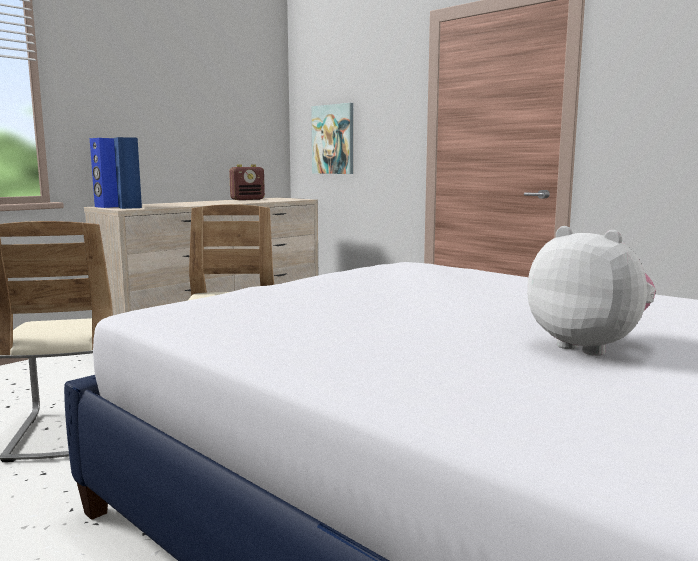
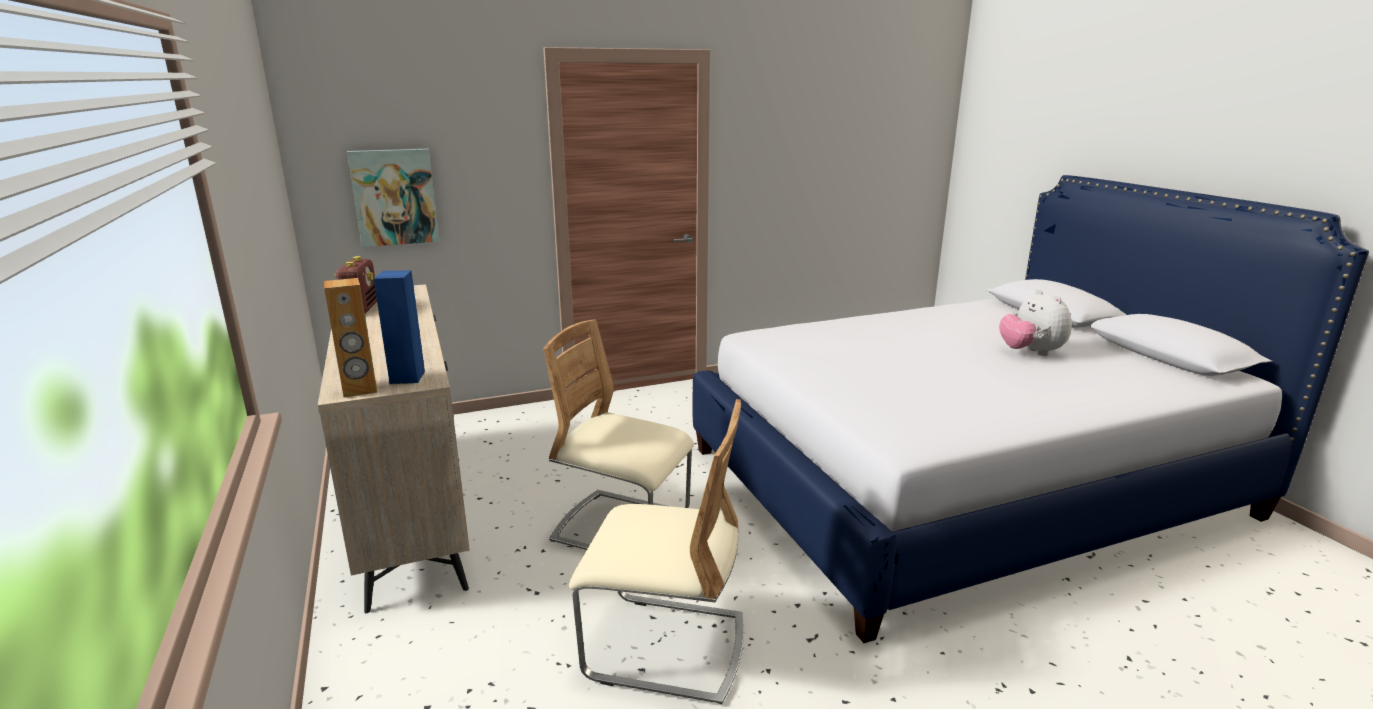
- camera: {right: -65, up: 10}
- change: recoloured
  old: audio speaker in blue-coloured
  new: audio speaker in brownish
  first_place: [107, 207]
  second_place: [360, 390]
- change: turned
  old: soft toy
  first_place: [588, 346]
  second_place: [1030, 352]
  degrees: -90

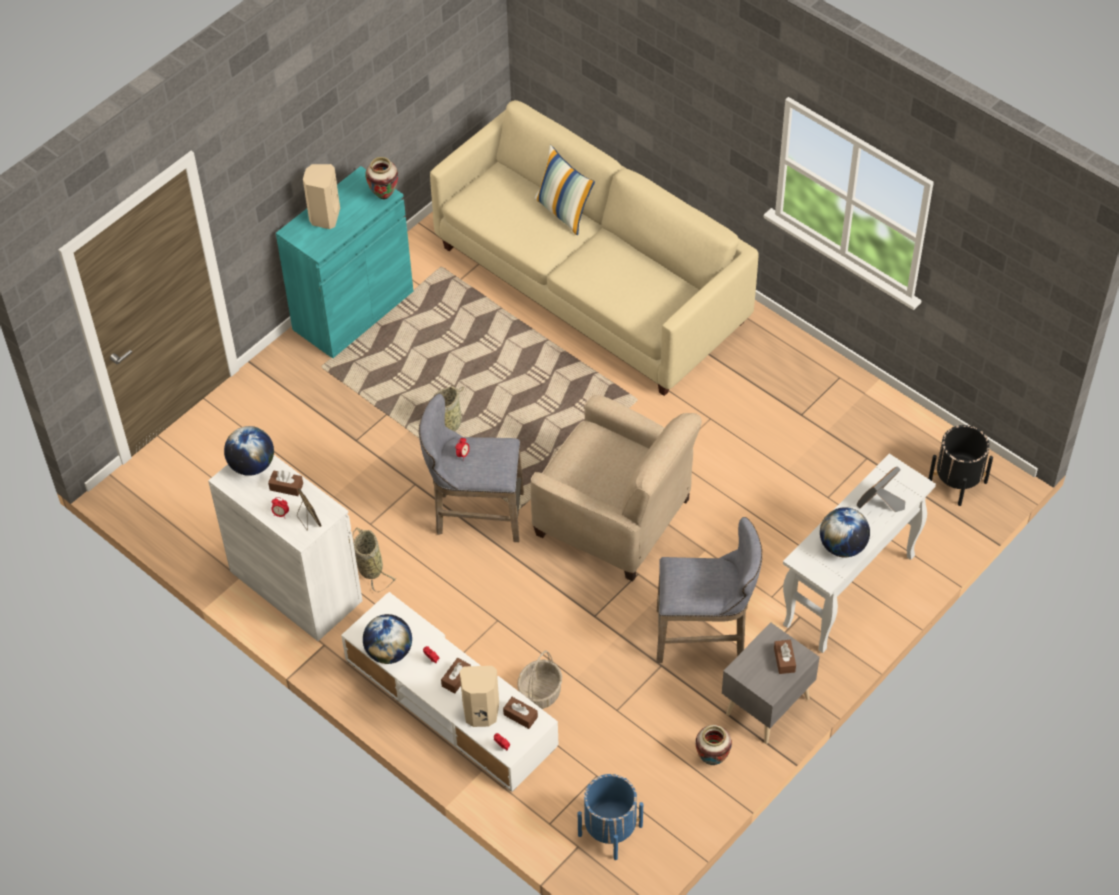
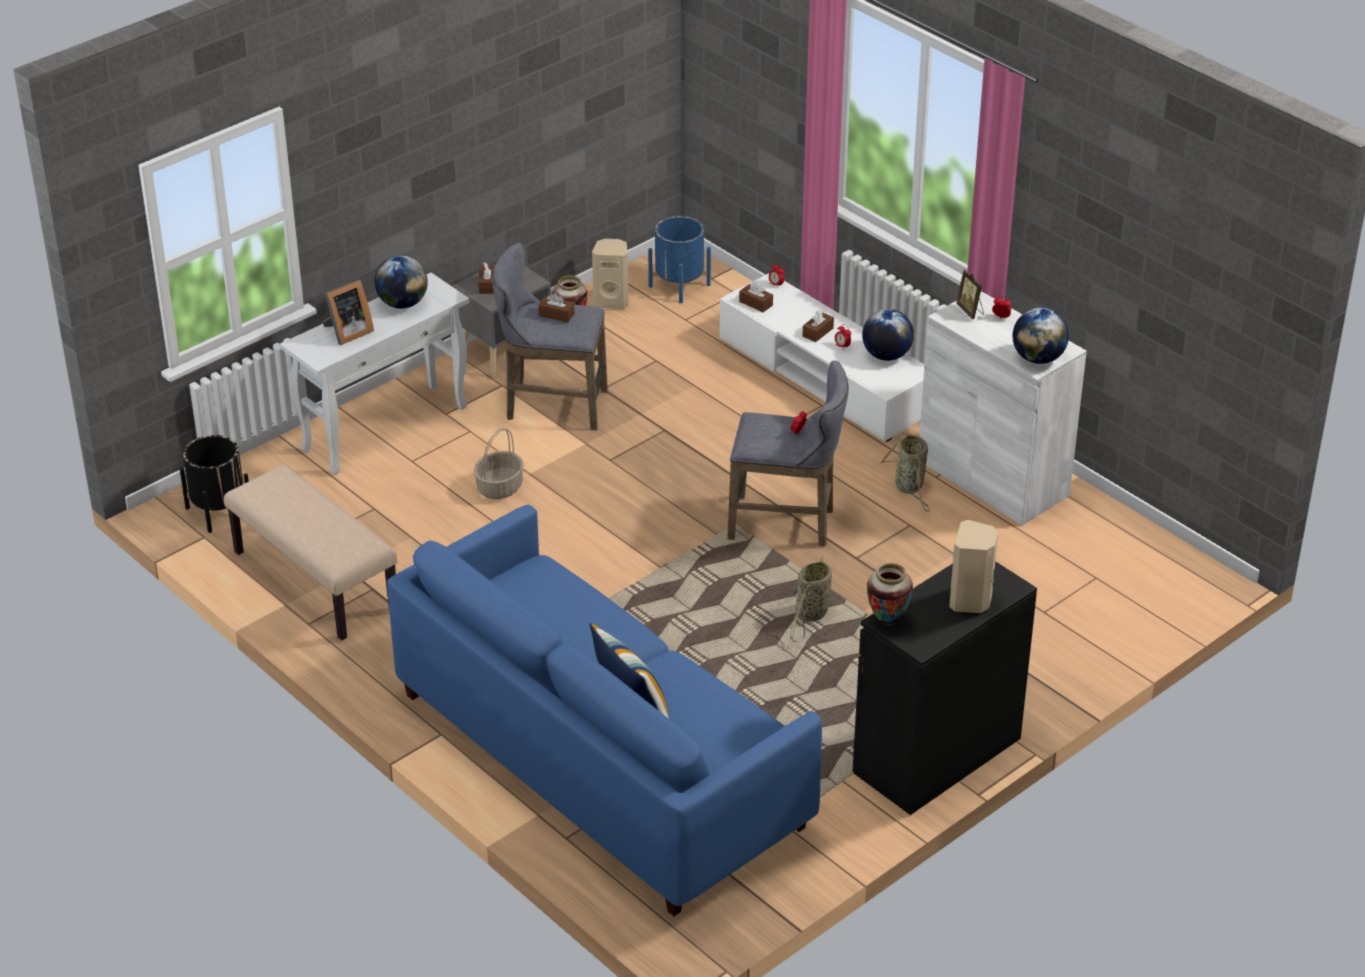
- camera: {right: -175, up: -15}
- change: moved
  old: tissue box in brownish
  first_place: [286, 487]
  second_place: [556, 315]
- change: recoloured
  old: cabinet in turquoise-coloured
  new: cabinet in black-coloured
  first_place: [353, 310]
  second_place: [937, 755]
- change: recoloured
  old: couch in beige-coloured
  new: couch in blue-coloured
  first_place: [591, 285]
  second_place: [601, 759]
- change: moved
  old: audio speaker in beige-coloured
  first_place: [481, 714]
  second_place: [612, 301]
- change: moved
  old: household basket
  first_place: [540, 693]
  second_place: [499, 487]
- change: removed
  old: lounge chair in beige-coloured
  first_place: [615, 518]
- change: added
  new: bench in beige-coloured
  second_place: [314, 581]

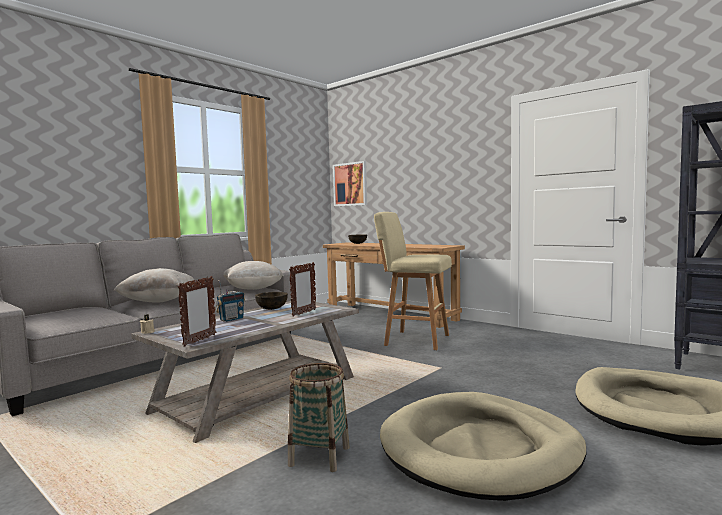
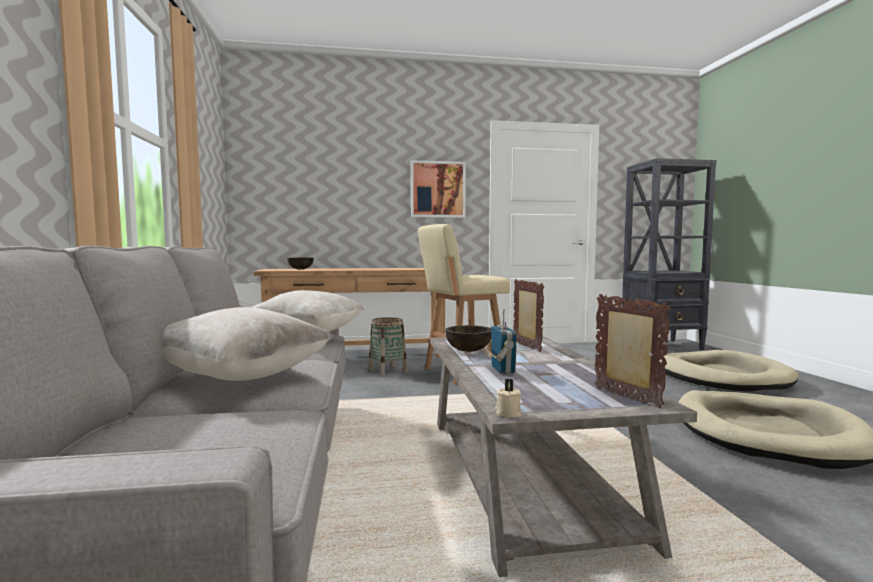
- camera: {right: -50, up: 0}
- change: moved
  old: household basket
  first_place: [319, 456]
  second_place: [387, 370]
- change: moved
  old: wall art
  first_place: [350, 184]
  second_place: [438, 189]

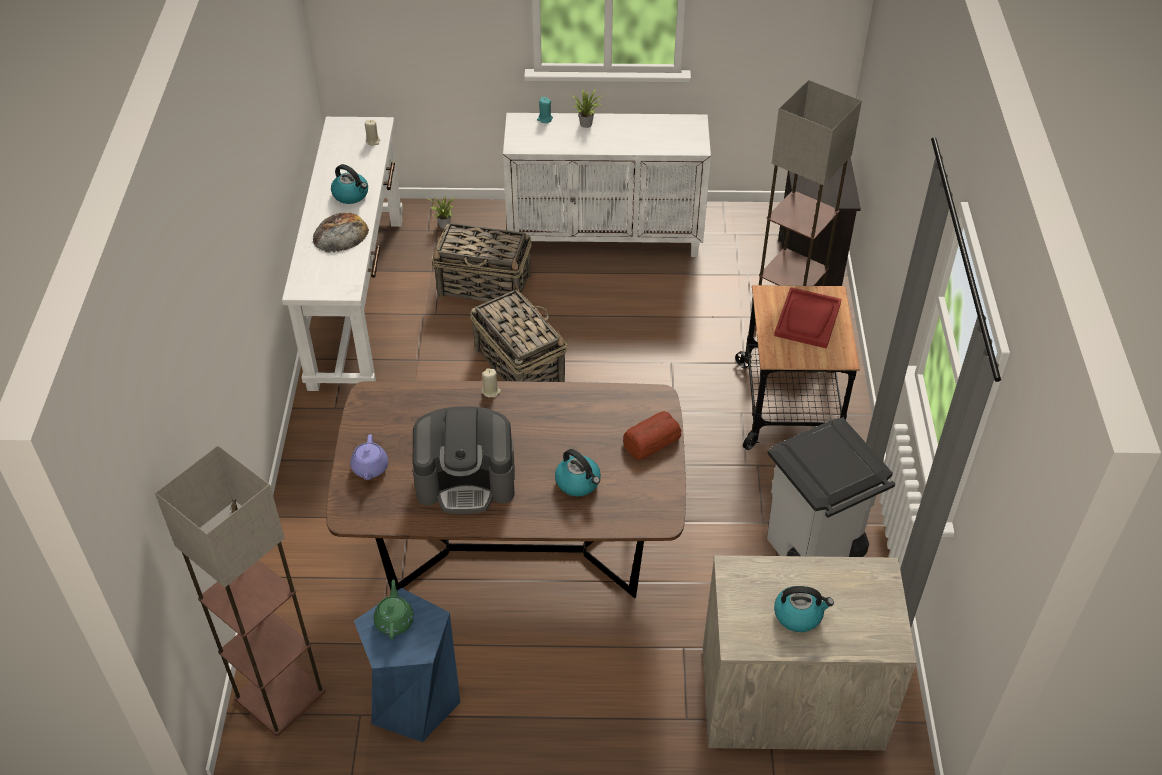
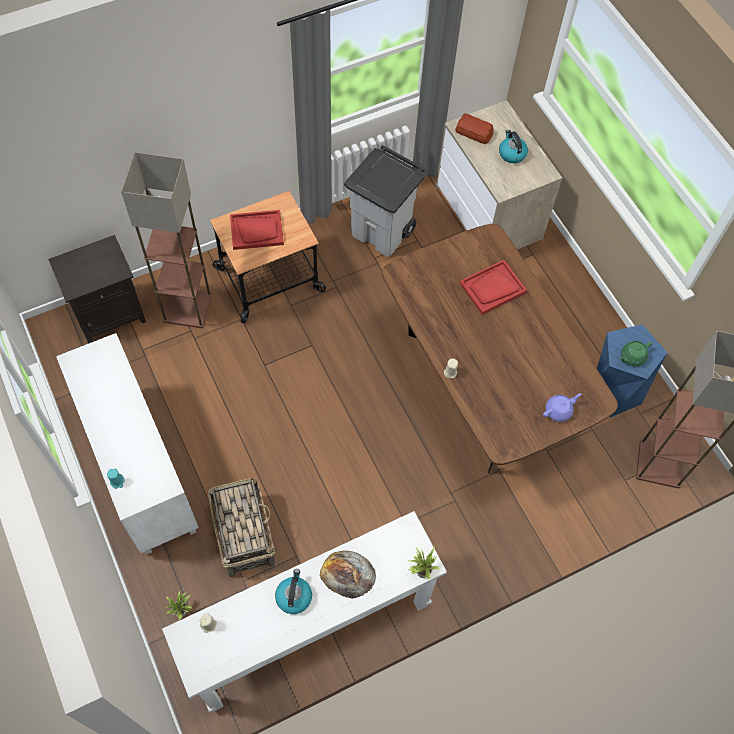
- camera: {right: -120, up: 15}
- change: removed
  old: coffee brewer
  first_place: [466, 480]
- change: removed
  old: household basket
  first_place: [519, 364]
- change: replaced
  old: tea kettle
  new: tray in red
  first_place: [578, 482]
  second_place: [492, 288]
- change: moved
  old: houseplant
  first_place: [587, 123]
  second_place: [421, 571]
- change: moved
  old: bread
  first_place: [651, 440]
  second_place: [474, 133]

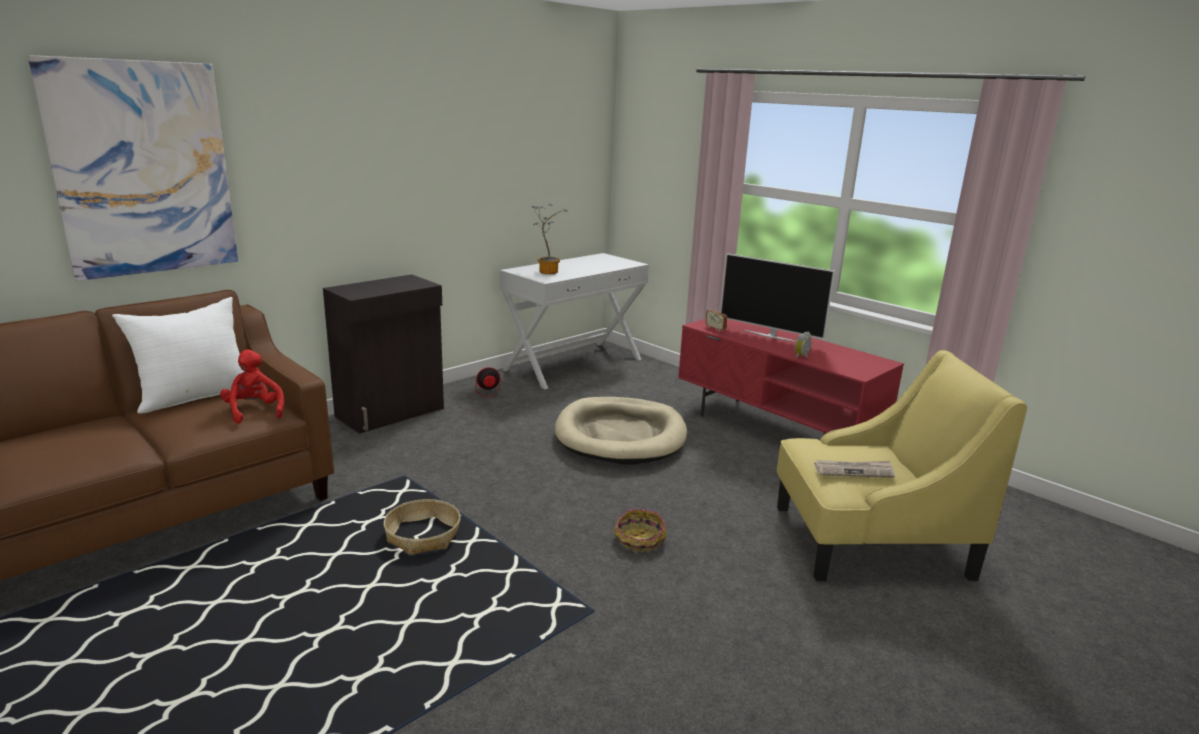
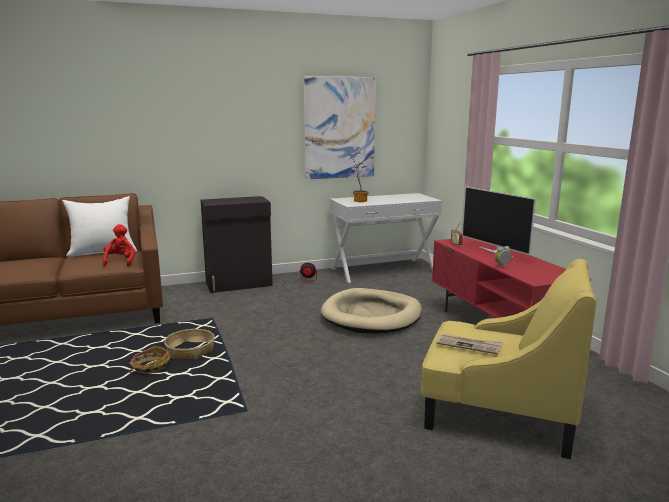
- camera: {right: 25, up: -5}
- change: moved
  old: wall art
  first_place: [143, 169]
  second_place: [340, 128]
- change: moved
  old: household basket
  first_place: [639, 540]
  second_place: [150, 367]

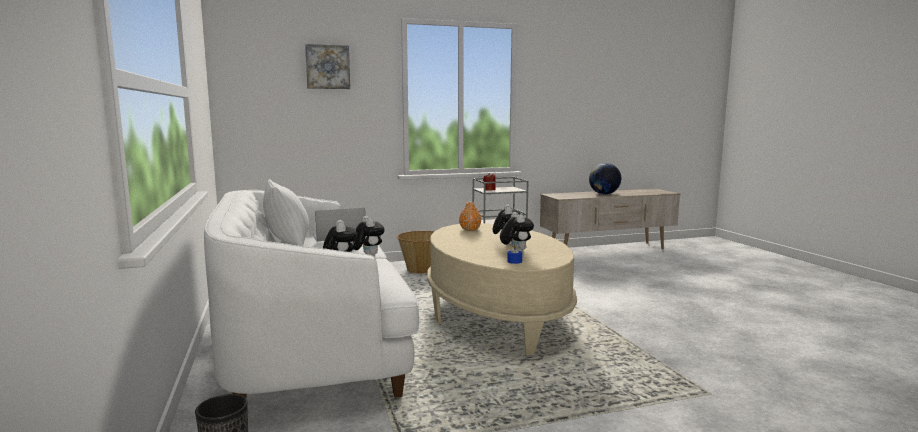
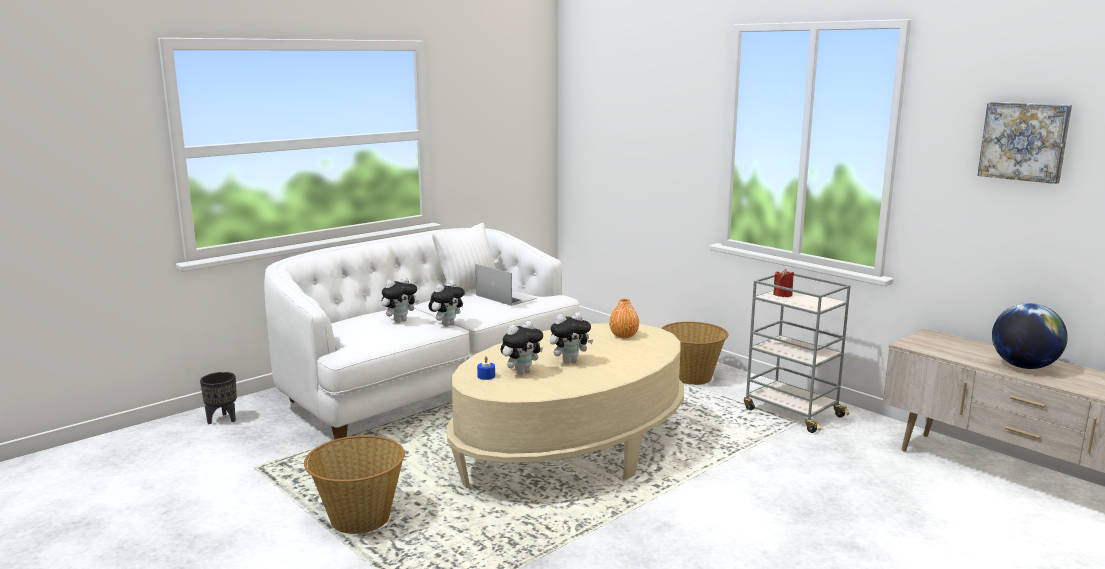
- camera: {right: 65, up: 5}
- change: moved
  old: wall art
  first_place: [327, 67]
  second_place: [1024, 141]
- change: added
  new: household basket
  second_place: [359, 518]

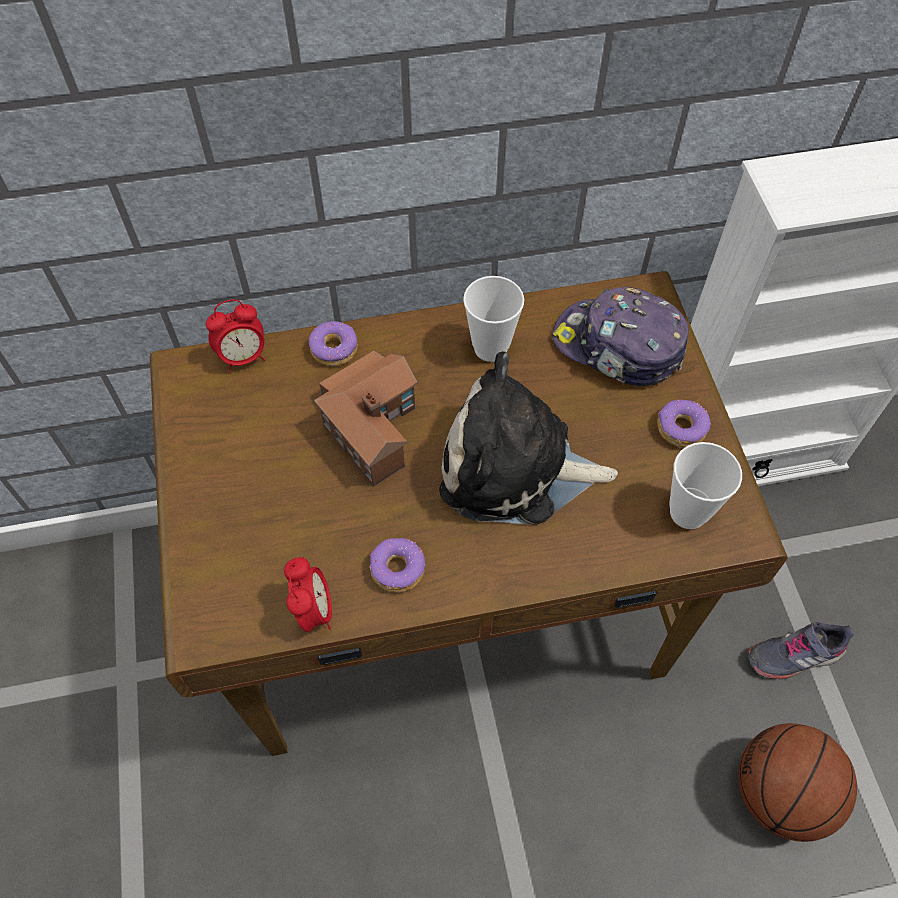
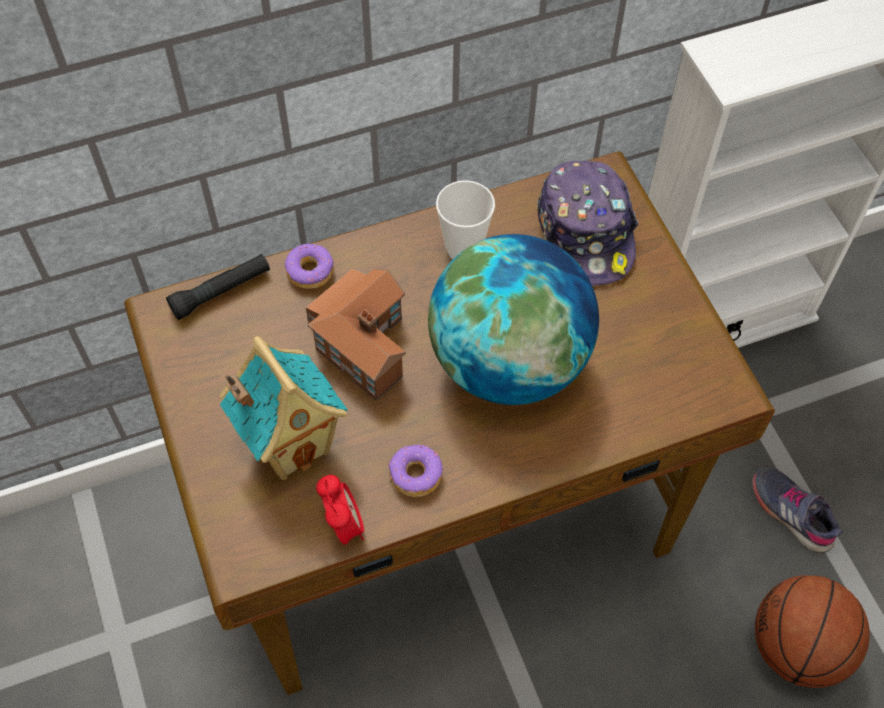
- camera: {right: -10, up: 0}
- change: replaced
  old: bedside clock
  new: torch in black-coloured
  first_place: [243, 357]
  second_place: [221, 292]
- change: replaced
  old: soft toy
  new: globe
  first_place: [515, 468]
  second_place: [509, 363]
- change: turned
  old: cap
  first_place: [618, 347]
  second_place: [586, 233]
  degrees: -120
- change: removed
  old: doughnut
  first_place: [680, 428]
- change: removed
  old: small cup
  first_place: [688, 512]
- change: turned
  old: item of footwear in greyish
  first_place: [794, 654]
  second_place: [791, 512]
  degrees: 75
- change: added
  new: miniature house
  second_place: [292, 444]

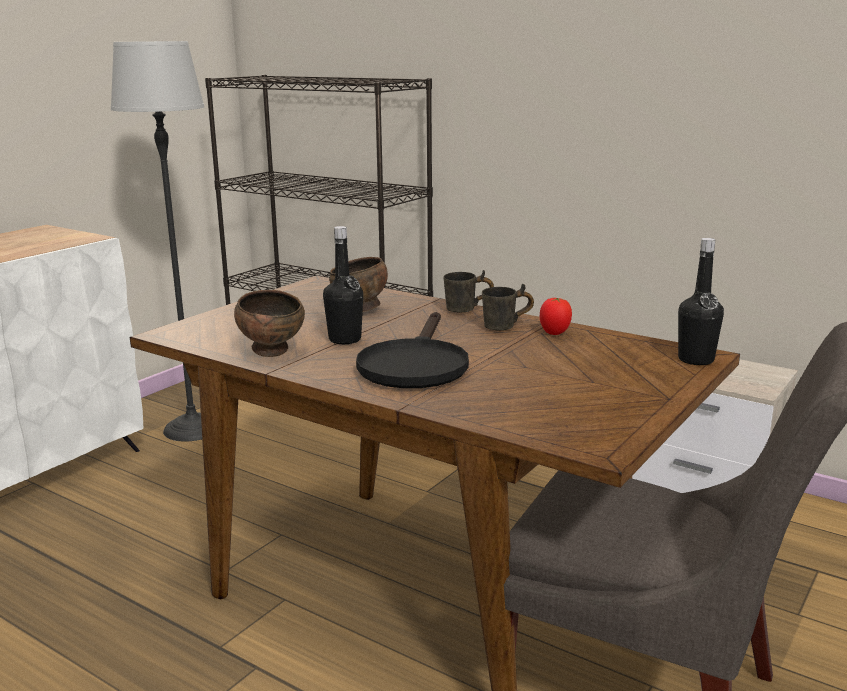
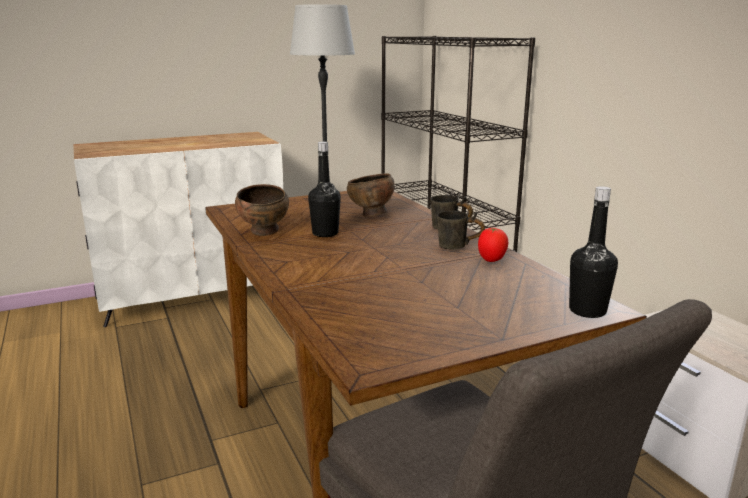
- camera: {right: 30, up: 0}
- change: removed
  old: frying pan in black-coloured
  first_place: [415, 364]

